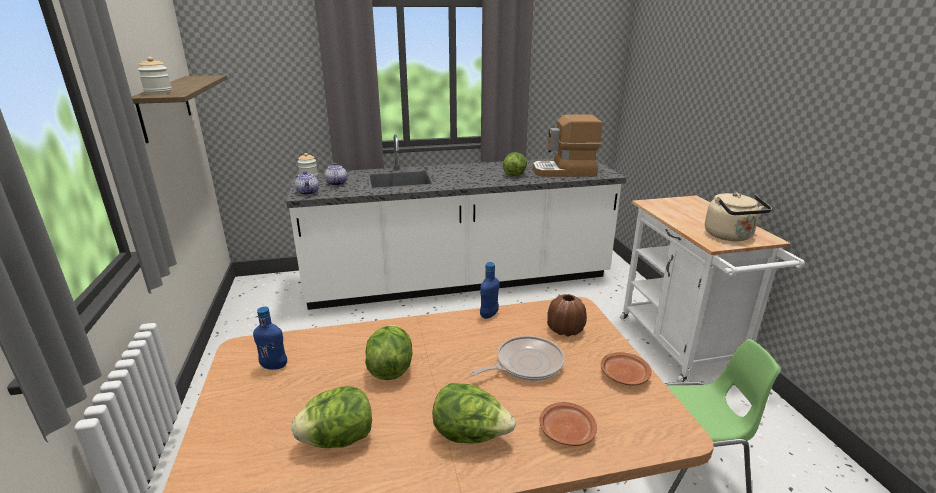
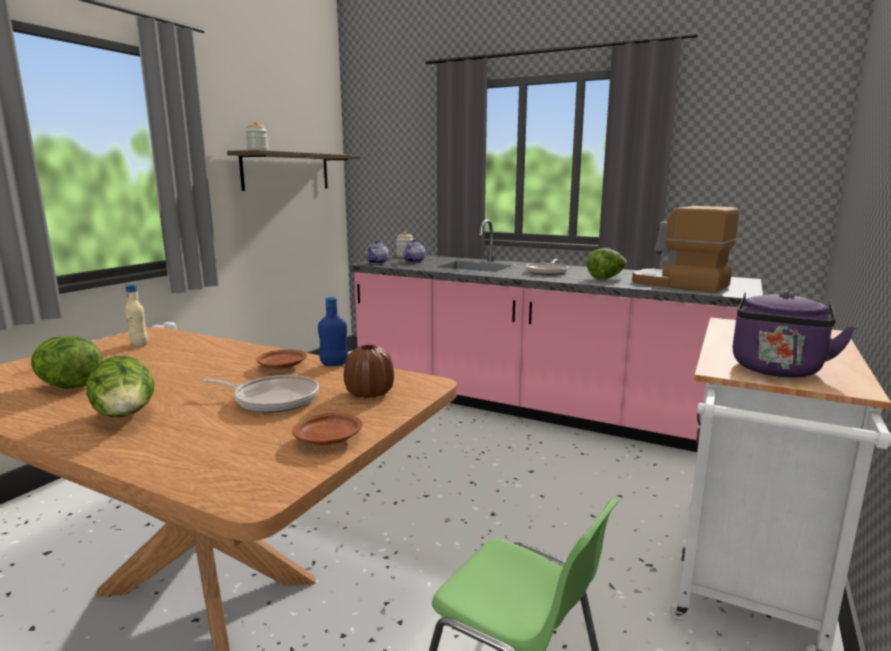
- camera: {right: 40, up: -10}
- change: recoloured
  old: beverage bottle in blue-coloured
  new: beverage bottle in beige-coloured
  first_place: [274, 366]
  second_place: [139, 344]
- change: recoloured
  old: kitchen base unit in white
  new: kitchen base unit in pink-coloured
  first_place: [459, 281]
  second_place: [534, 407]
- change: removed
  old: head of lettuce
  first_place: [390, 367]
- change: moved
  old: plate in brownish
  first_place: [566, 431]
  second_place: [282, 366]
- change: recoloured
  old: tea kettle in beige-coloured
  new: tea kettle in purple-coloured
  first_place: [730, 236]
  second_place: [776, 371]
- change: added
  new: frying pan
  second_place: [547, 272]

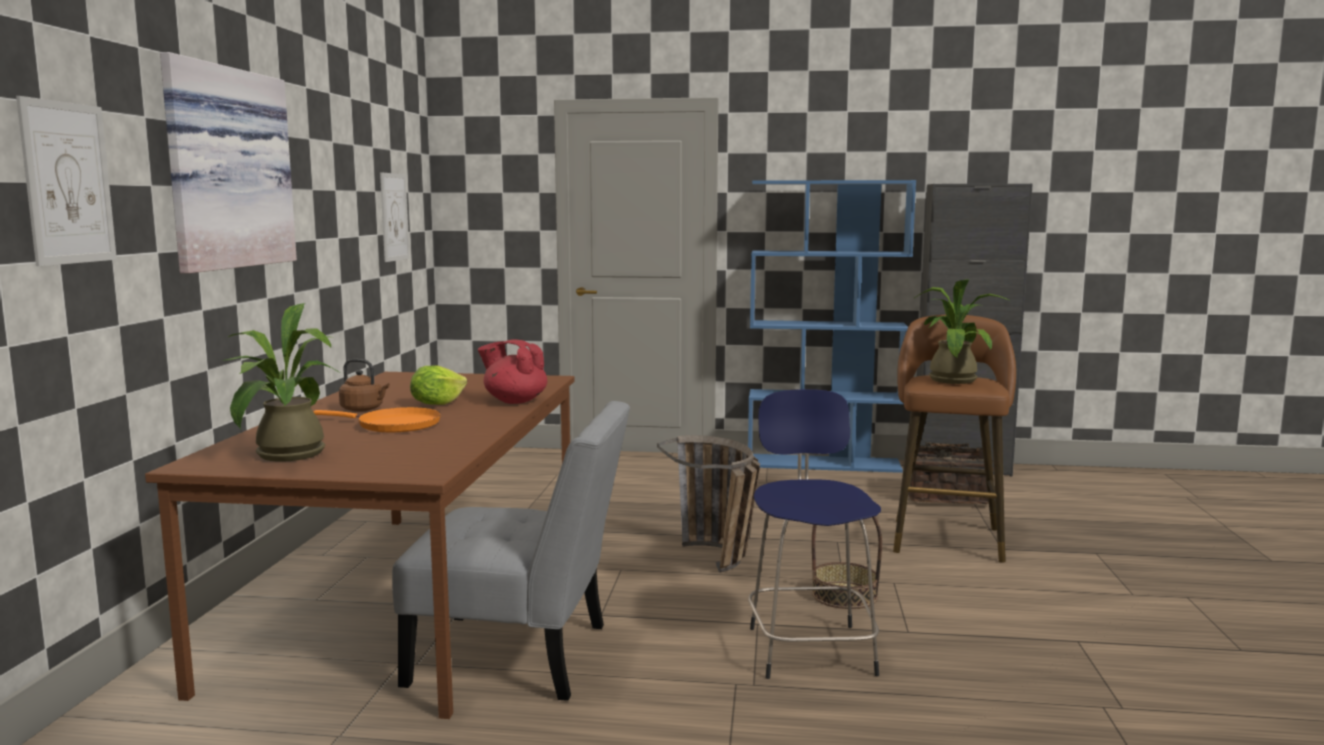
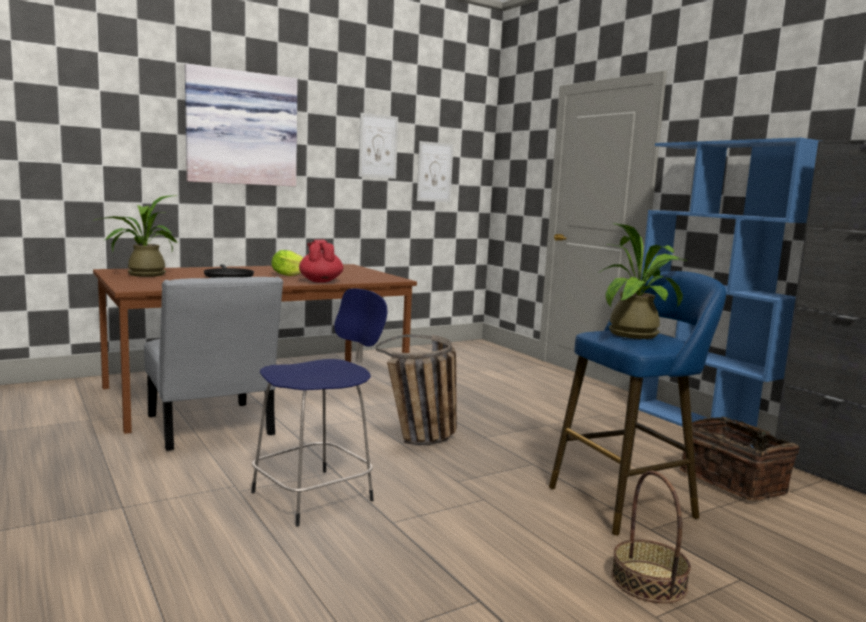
- camera: {right: 50, up: 0}
- change: moved
  old: wall art
  first_place: [68, 183]
  second_place: [378, 146]
- change: recoloured
  old: frying pan in orange
  new: frying pan in black-coloured
  first_place: [394, 425]
  second_place: [228, 276]
- change: removed
  old: tea kettle in brownish
  first_place: [364, 409]
- change: moved
  old: household basket
  first_place: [844, 595]
  second_place: [649, 581]
- change: recoloured
  old: stool seat in brownish
  new: stool seat in blue-coloured
  first_place: [946, 537]
  second_place: [628, 501]

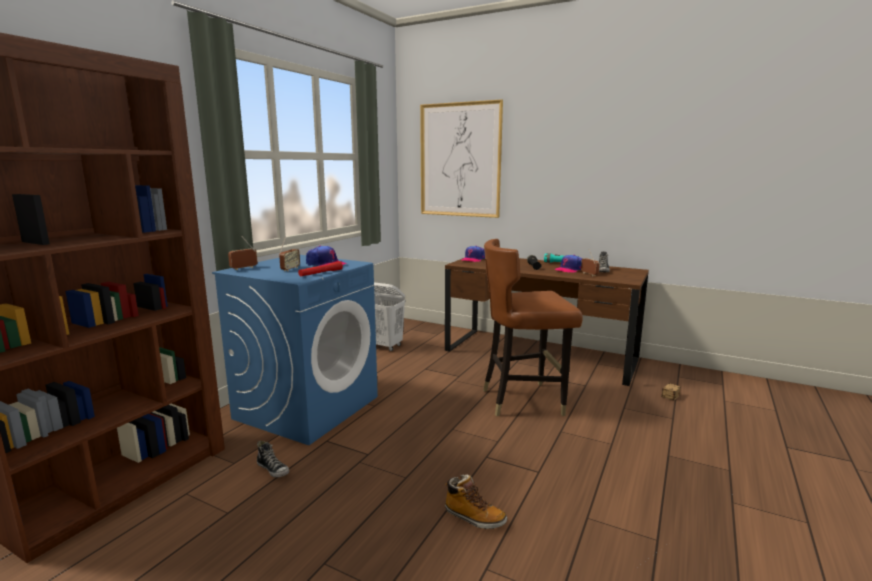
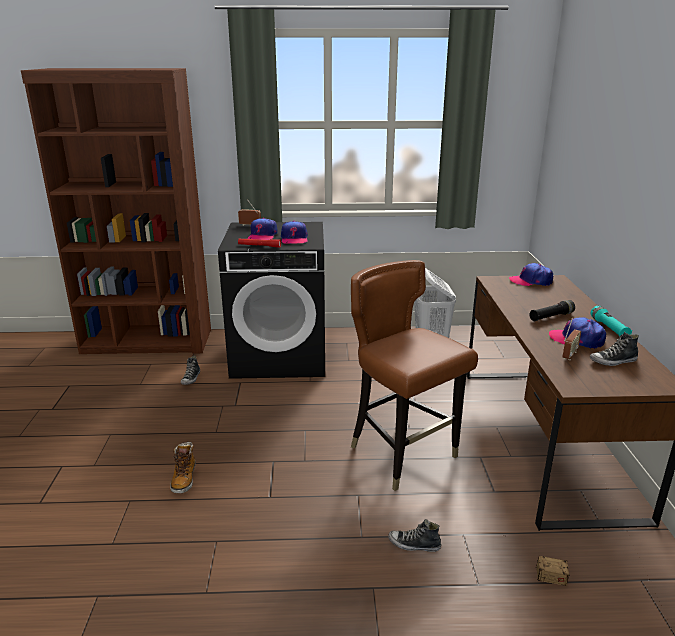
- camera: {right: 60, up: 10}
- change: recoloured
  old: washing machine in blue-coloured
  new: washing machine in black-coloured
  first_place: [307, 407]
  second_place: [280, 356]
- change: replaced
  old: radio receiver
  new: cap
  first_place: [290, 269]
  second_place: [262, 235]
- change: removed
  old: wall art
  first_place: [460, 160]
- change: added
  new: item of footwear
  second_place: [414, 545]

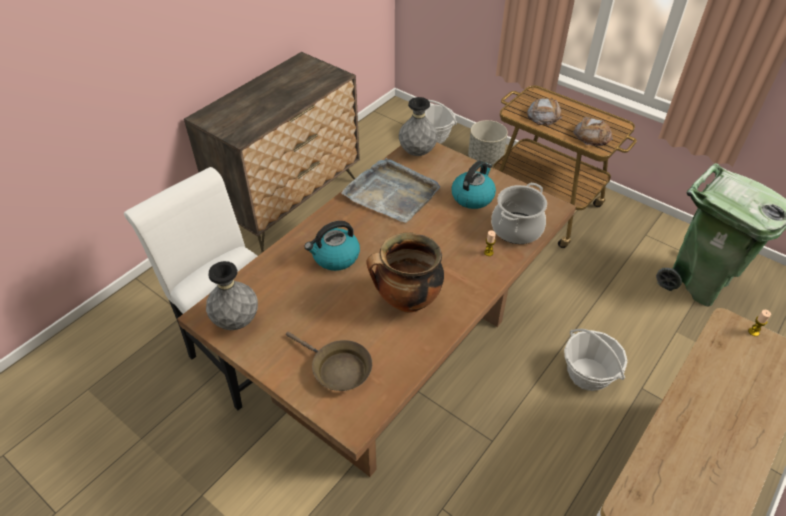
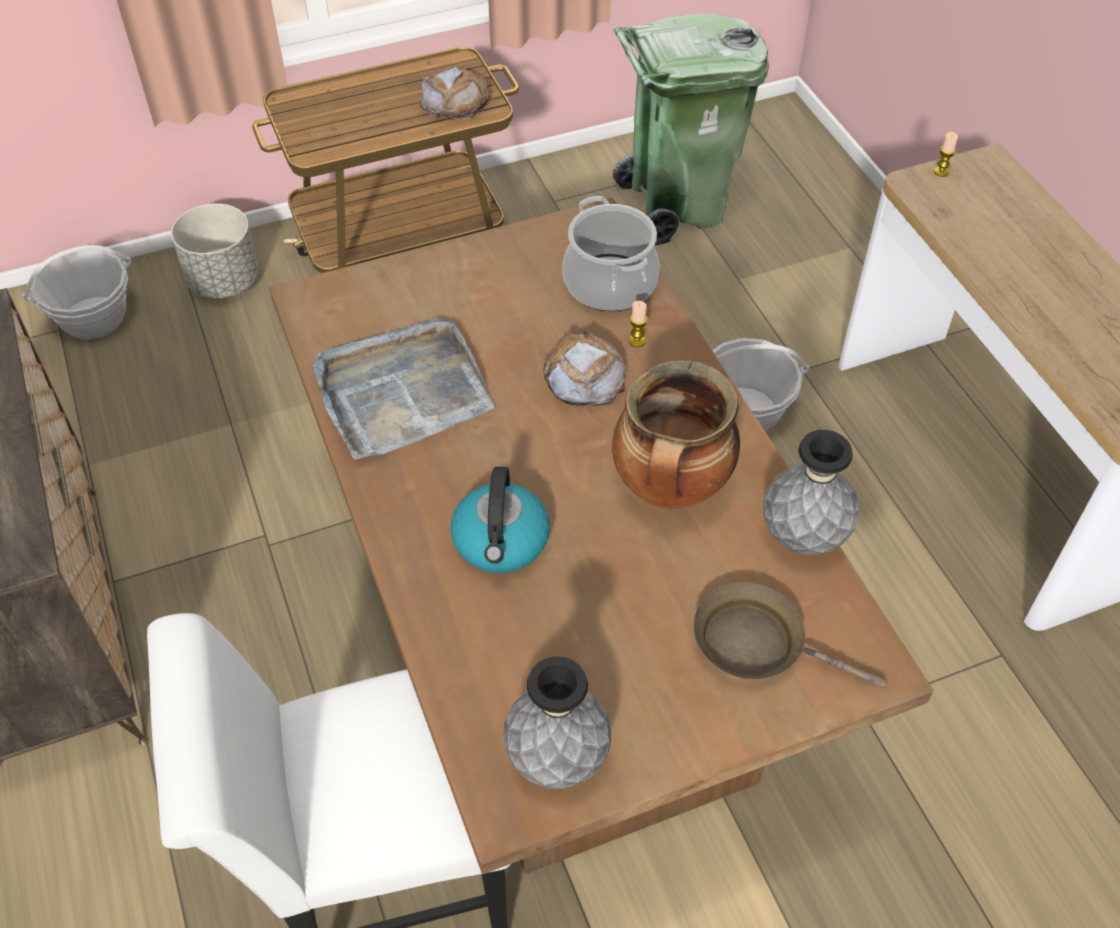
- camera: {right: -60, up: 5}
- change: turned
  old: frying pan in brownish
  first_place: [337, 369]
  second_place: [757, 644]
  degrees: -135
- change: moved
  old: decorative vase in greyish
  first_place: [417, 152]
  second_place: [803, 537]
- change: removed
  old: tea kettle
  first_place: [473, 196]
- change: moved
  old: bread
  first_place: [543, 115]
  second_place: [583, 377]

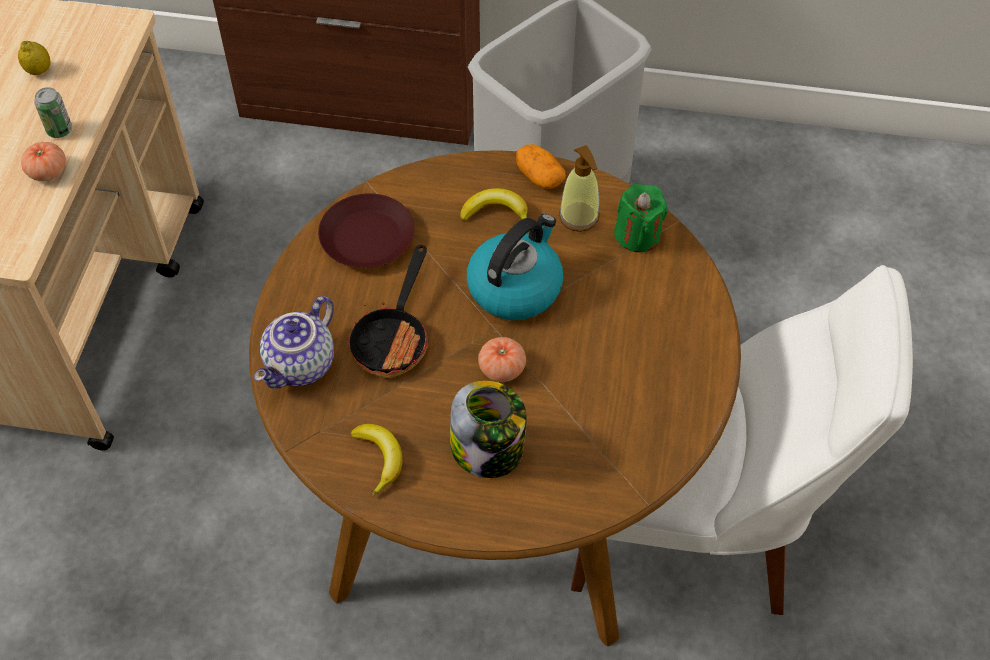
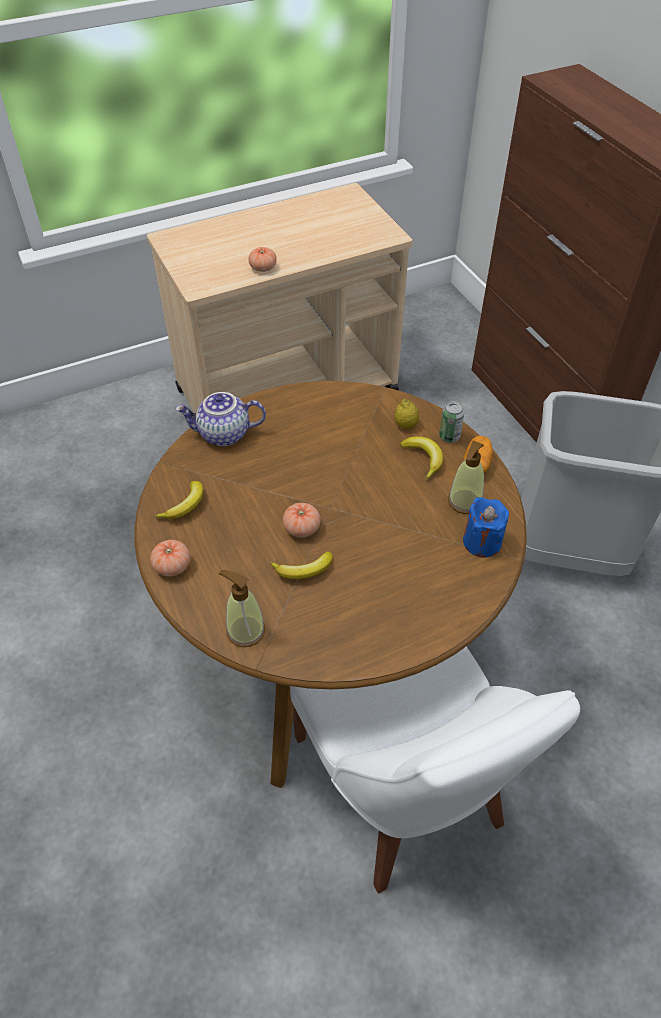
- camera: {right: 55, up: -5}
- change: moved
  old: lemon
  first_place: [39, 70]
  second_place: [405, 425]
- change: moved
  old: can
  first_place: [59, 130]
  second_place: [449, 436]
- change: removed
  old: plate in brownish
  first_place: [368, 238]
- change: removed
  old: frying pan
  first_place: [394, 337]
- change: removed
  old: jar
  first_place: [488, 450]
- change: removed
  old: tea kettle
  first_place: [515, 287]
- change: recoloured
  old: wax light in greenish
  new: wax light in blue-coloured
  first_place: [637, 235]
  second_place: [482, 542]
- change: added
  new: fresh tomato
  second_place: [172, 566]
- change: added
  new: soap bottle
  second_place: [245, 631]
- change: added
  new: whole banana
  second_place: [303, 570]

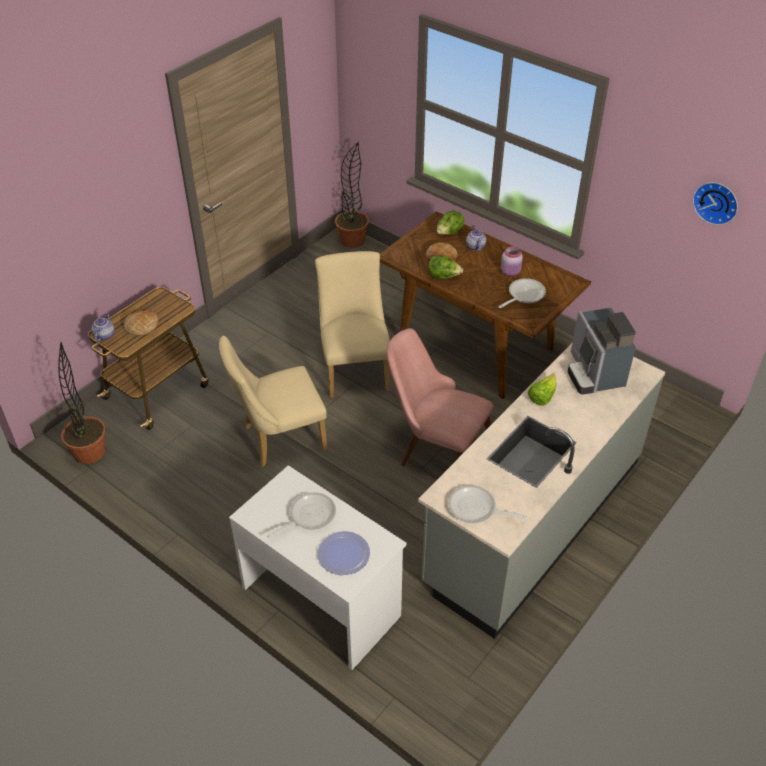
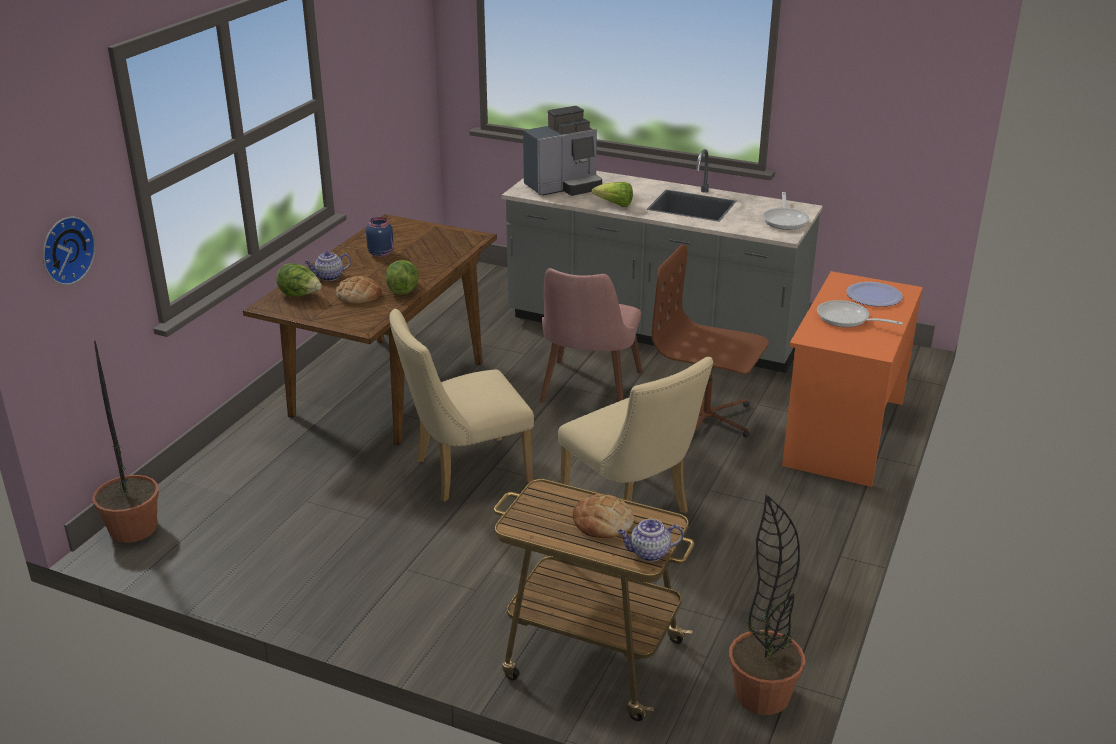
- camera: {right: -105, up: -15}
- change: recoloured
  old: desk table in white
  new: desk table in orange
  first_place: [322, 600]
  second_place: [842, 432]
- change: removed
  old: frying pan
  first_place: [523, 295]
- change: recoloured
  old: jar in pink-coloured
  new: jar in blue-coloured
  first_place: [511, 272]
  second_place: [381, 253]
- change: moved
  old: hanging clock
  first_place: [716, 202]
  second_place: [65, 249]
- change: added
  new: desk chair in brownish
  second_place: [706, 419]

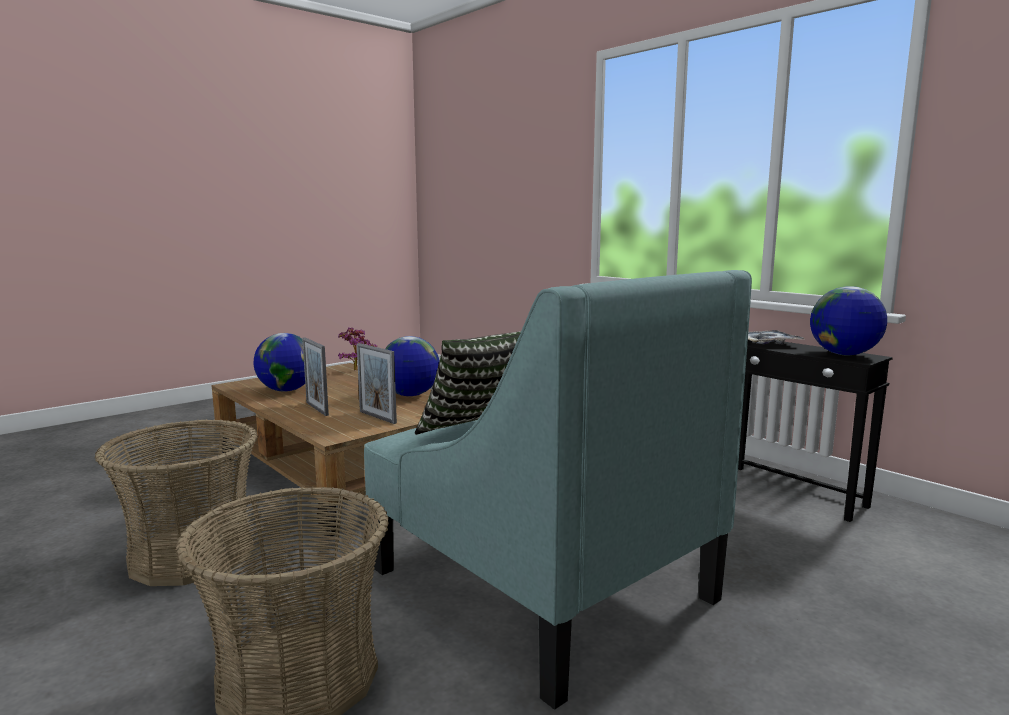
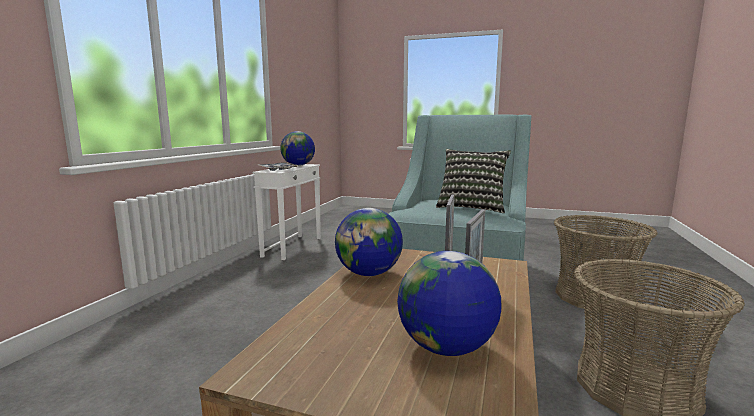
- camera: {right: -120, up: 0}
- change: removed
  old: houseplant
  first_place: [355, 369]
- change: recoloured
  old: side table in black-coloured
  new: side table in white
  first_place: [789, 492]
  second_place: [293, 247]

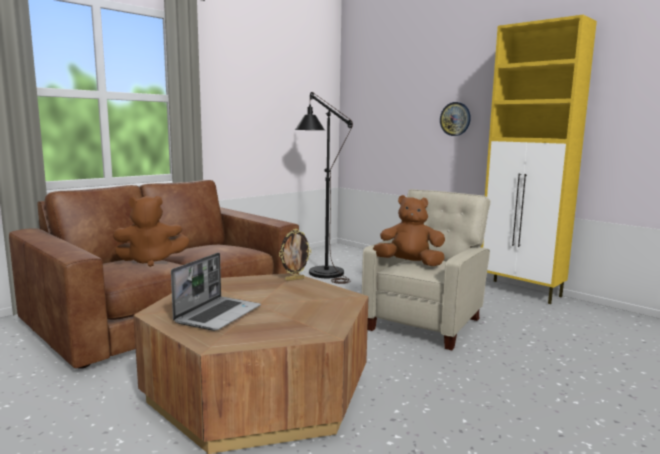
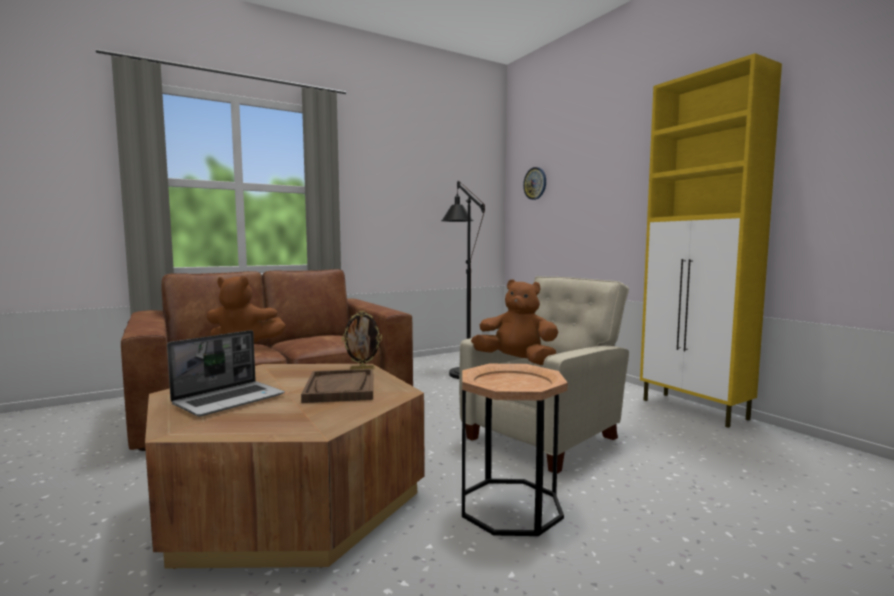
- camera: {right: 15, up: -5}
- change: moved
  old: hanging clock
  first_place: [455, 119]
  second_place: [535, 183]
- change: added
  new: tray in brownish
  second_place: [341, 388]
- change: added
  new: side table in brownish
  second_place: [510, 506]

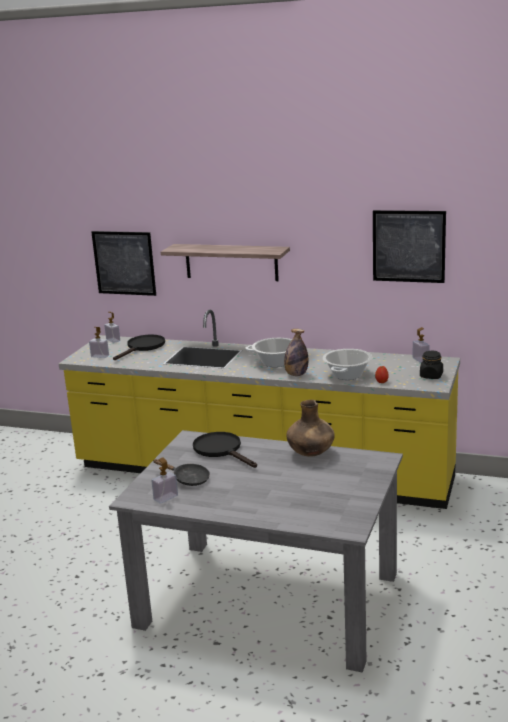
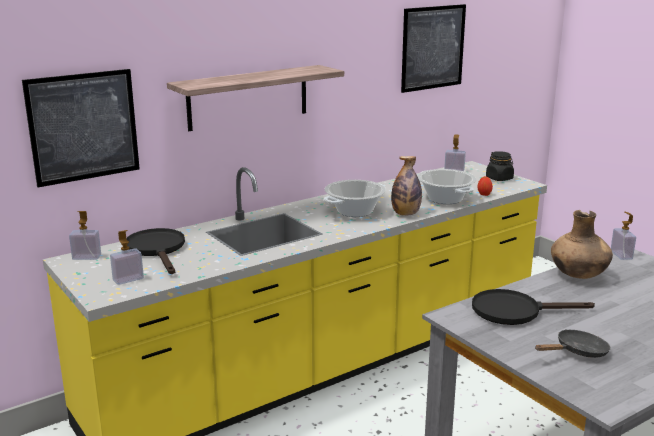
- camera: {right: -55, up: 0}
- change: moved
  old: soap bottle
  first_place: [165, 498]
  second_place: [621, 255]

